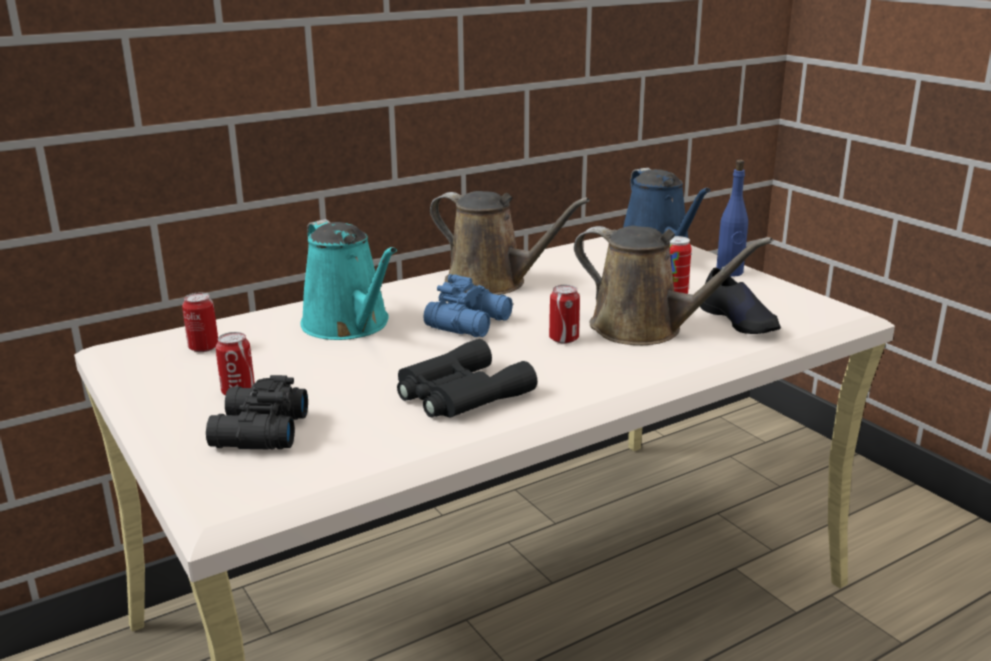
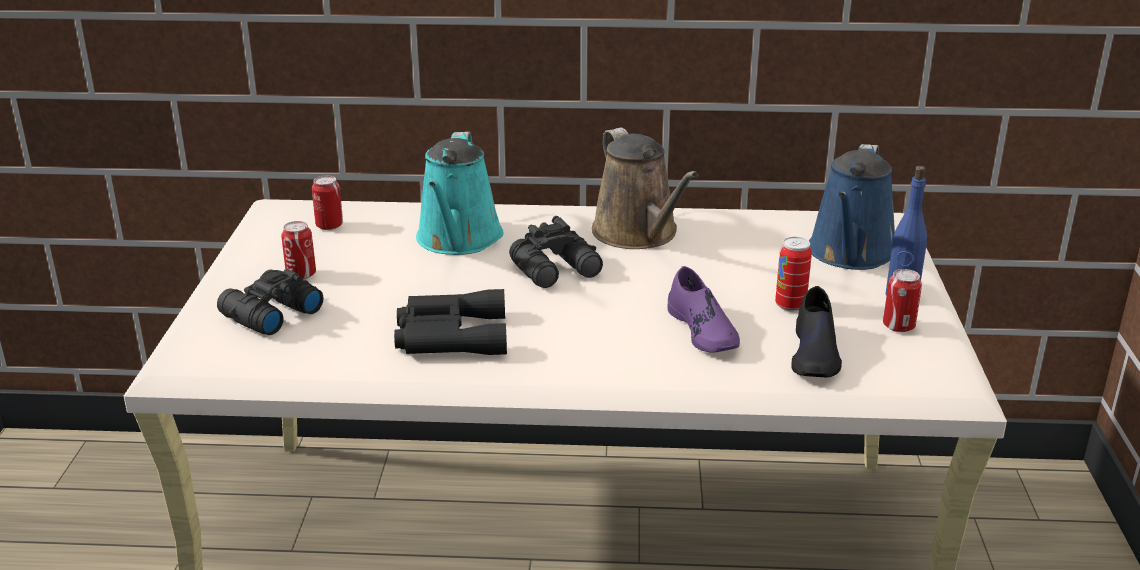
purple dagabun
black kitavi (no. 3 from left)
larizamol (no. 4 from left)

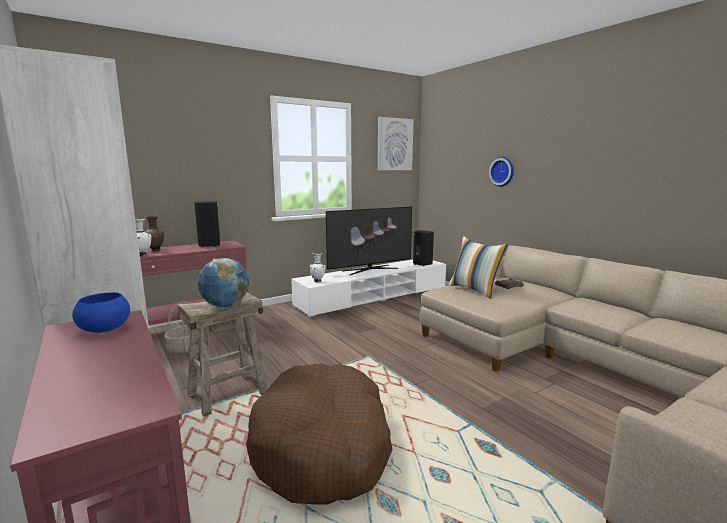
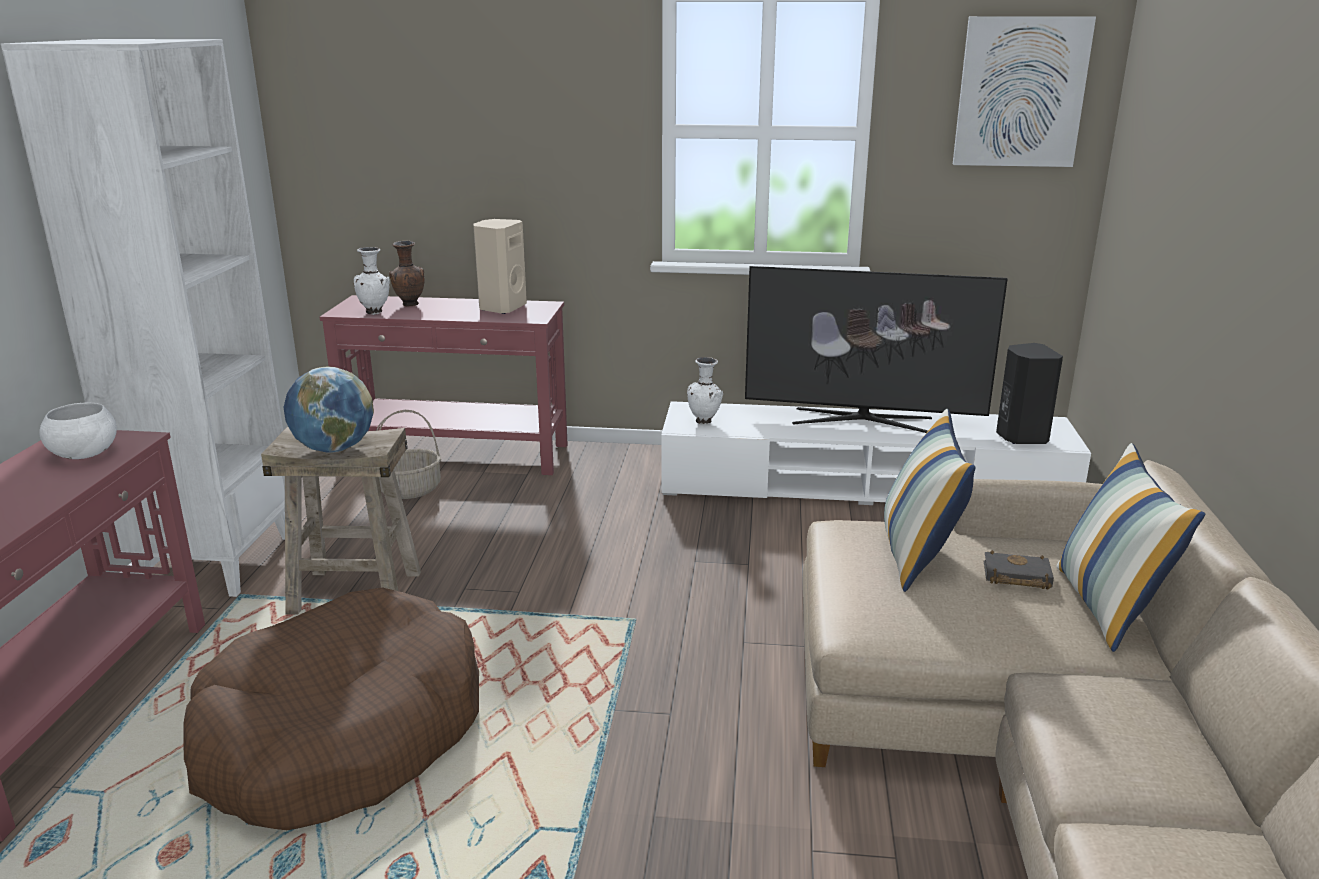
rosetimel
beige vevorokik
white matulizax
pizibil (no. 2 from left)

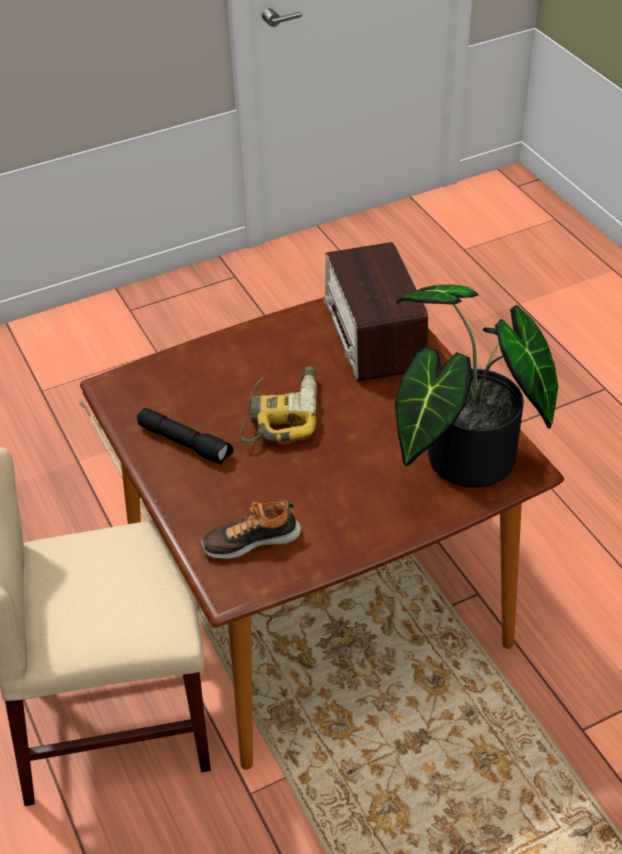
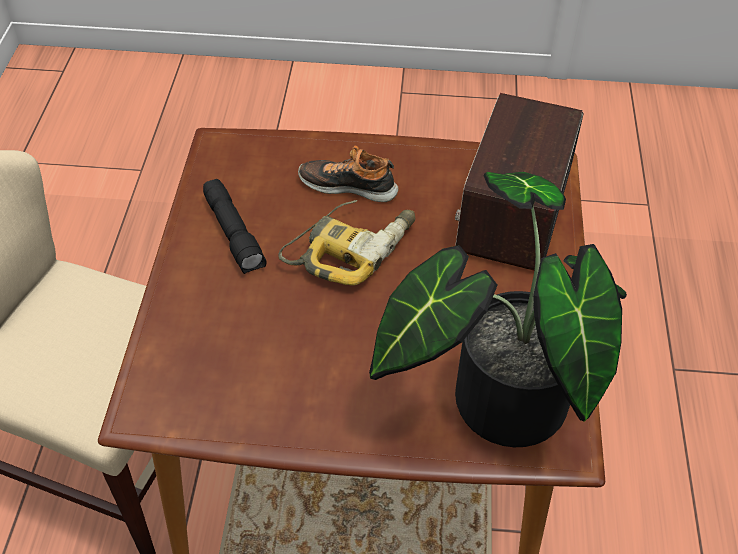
dagabun

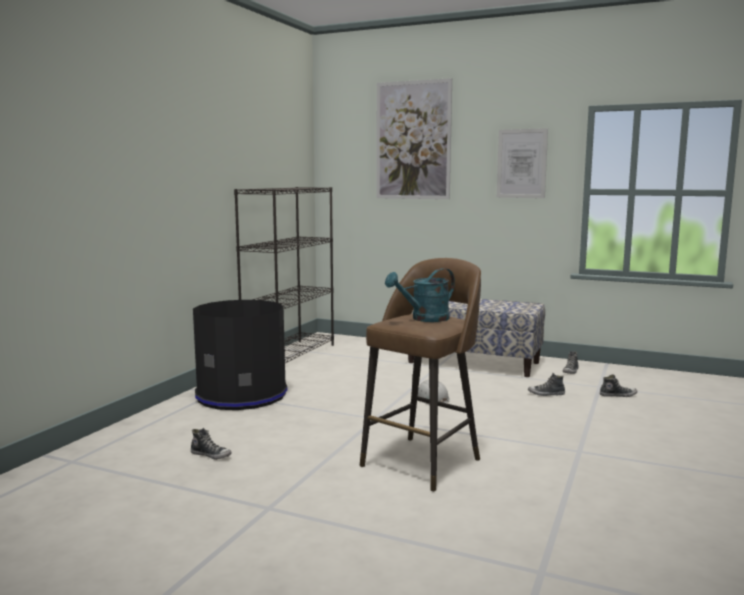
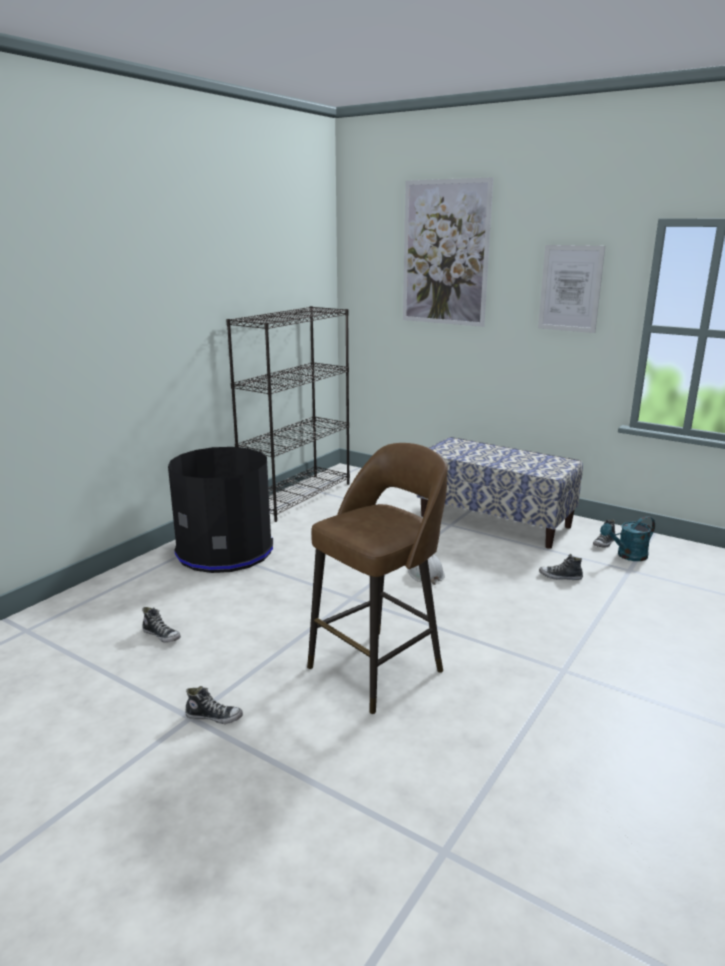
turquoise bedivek
dagabun (no. 2 from left)

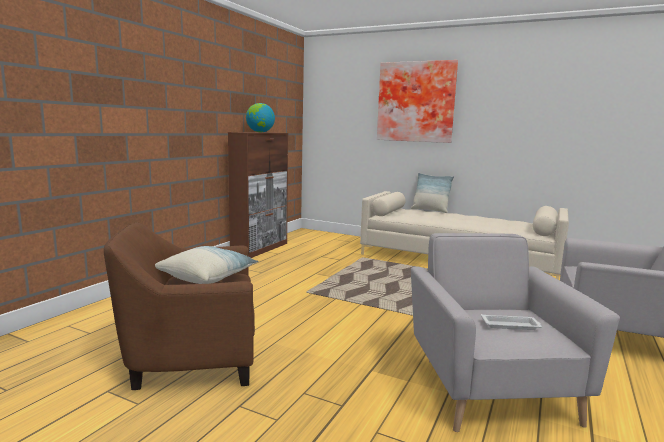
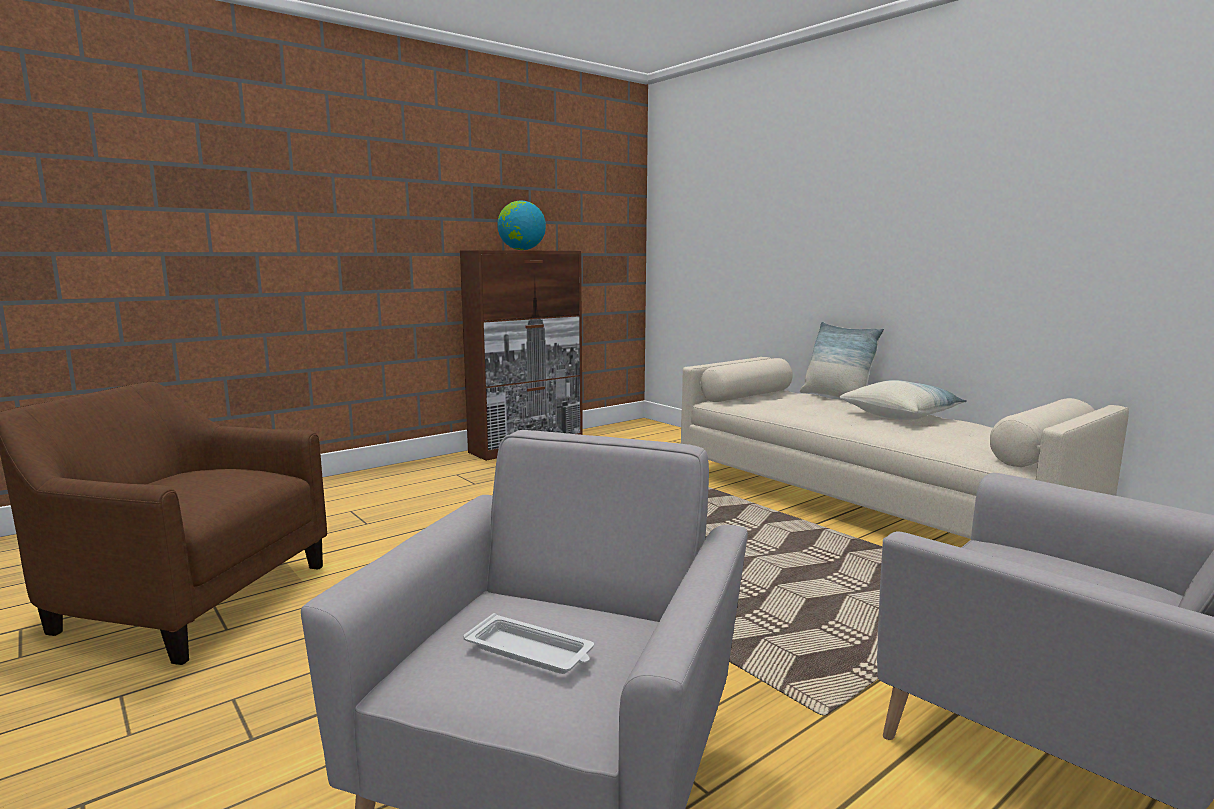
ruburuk
pizibil (no. 2 from left)

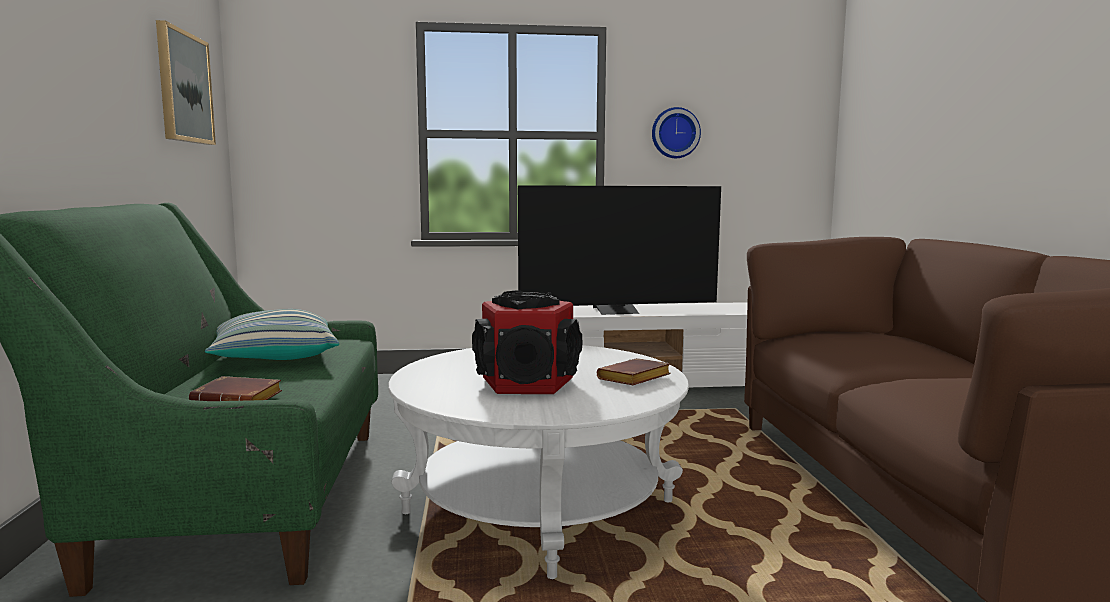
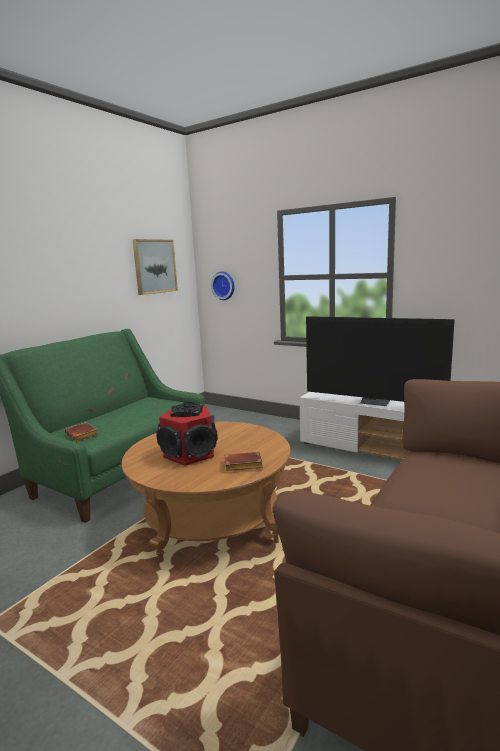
rosetimel
pizibil
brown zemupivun

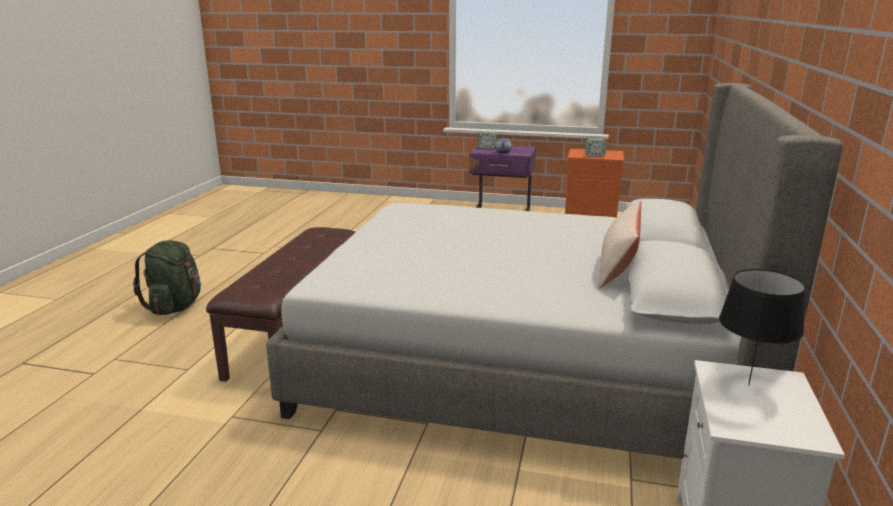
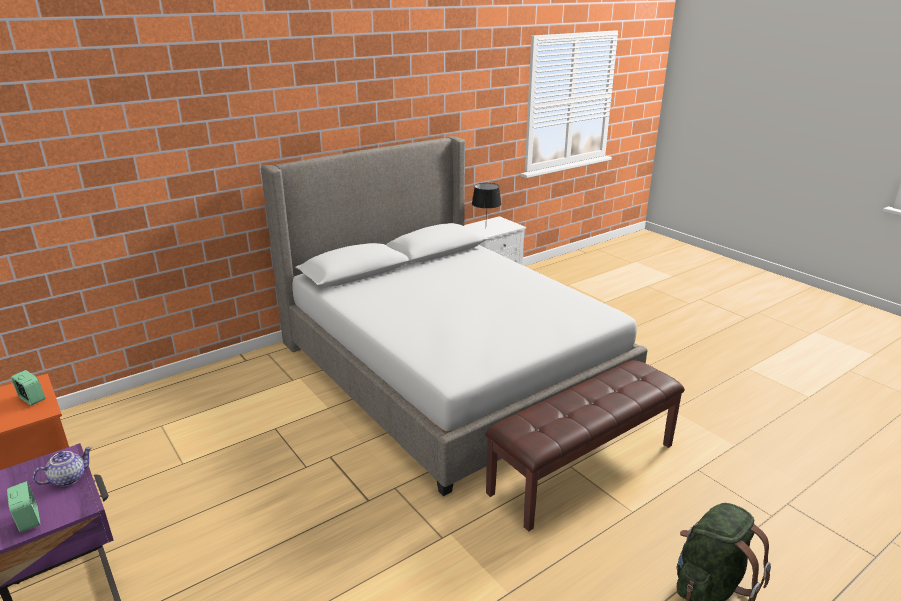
beige pizibil

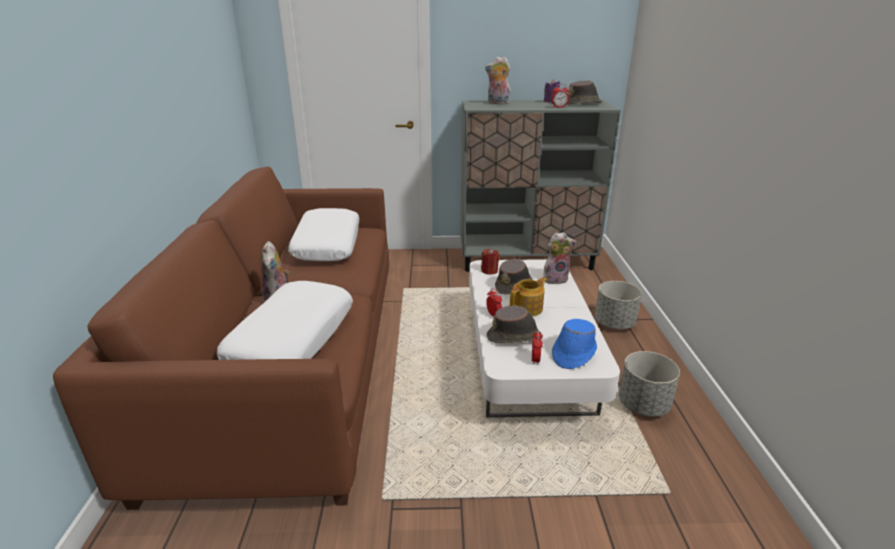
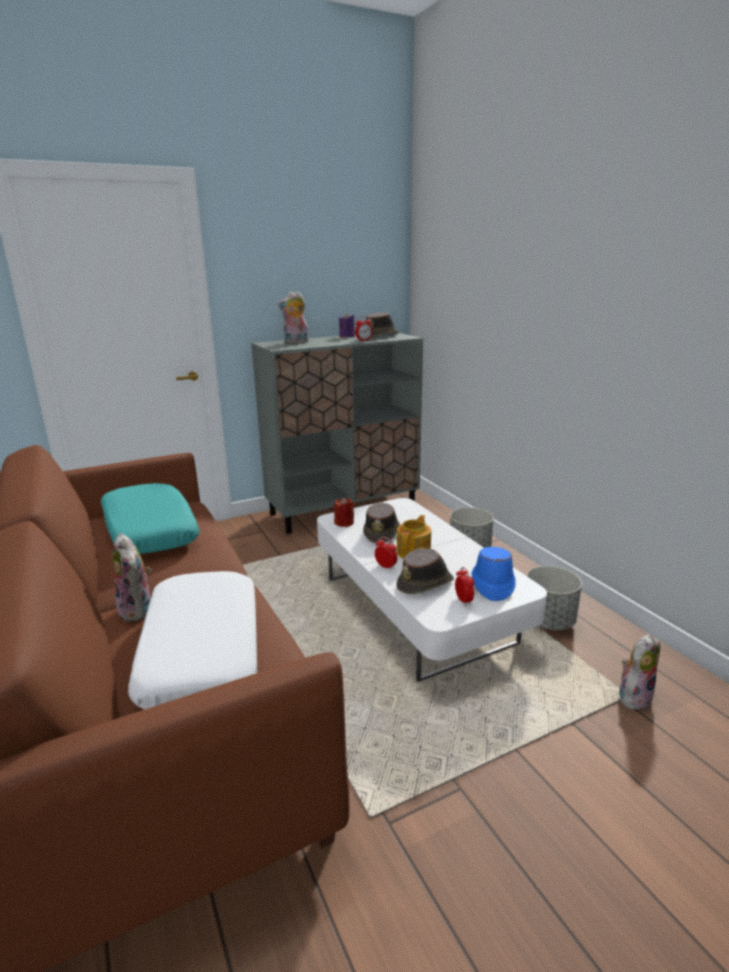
turquoise pizibil
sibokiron (no. 3 from left)

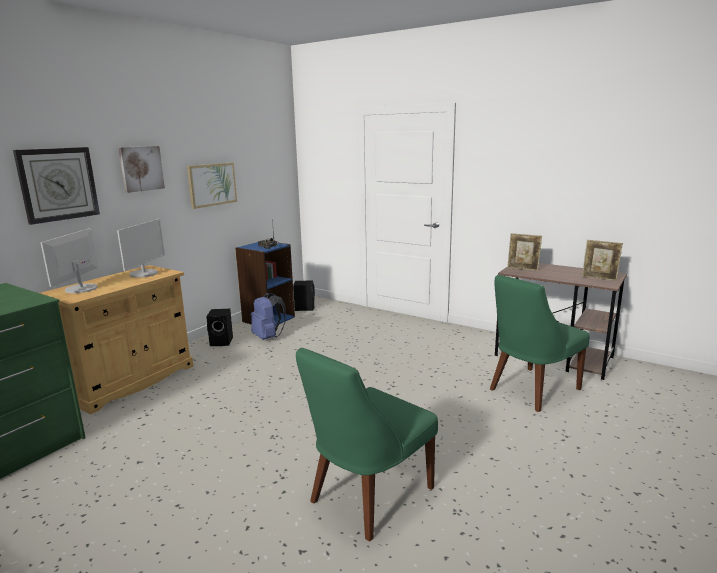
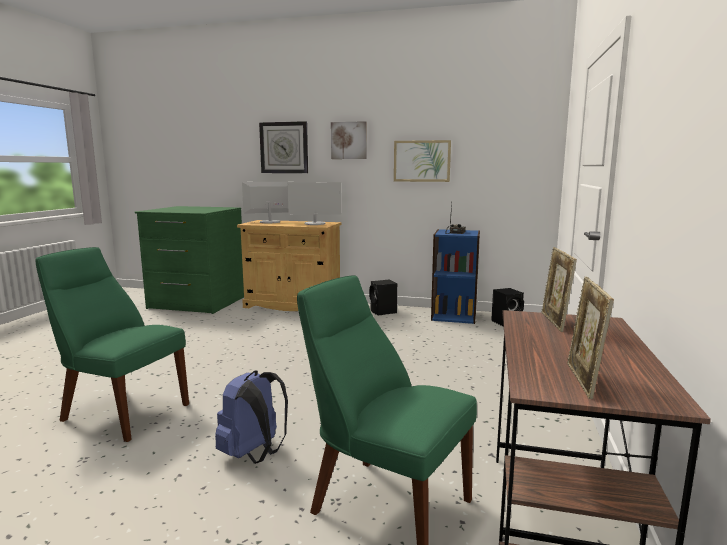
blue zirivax

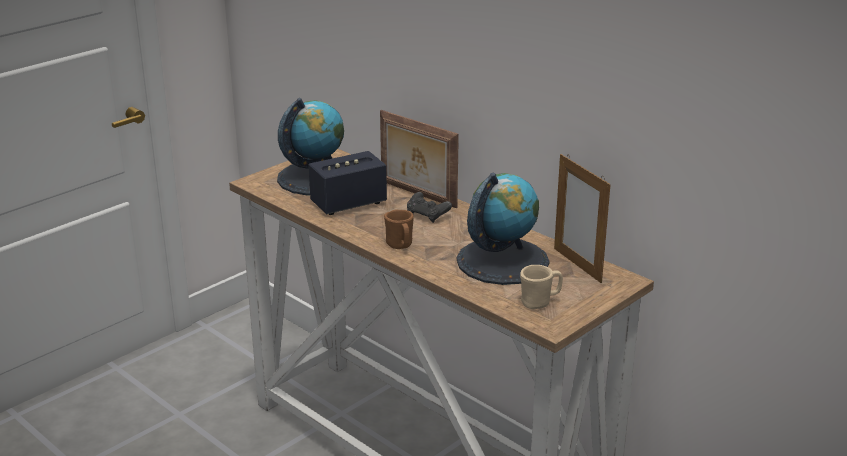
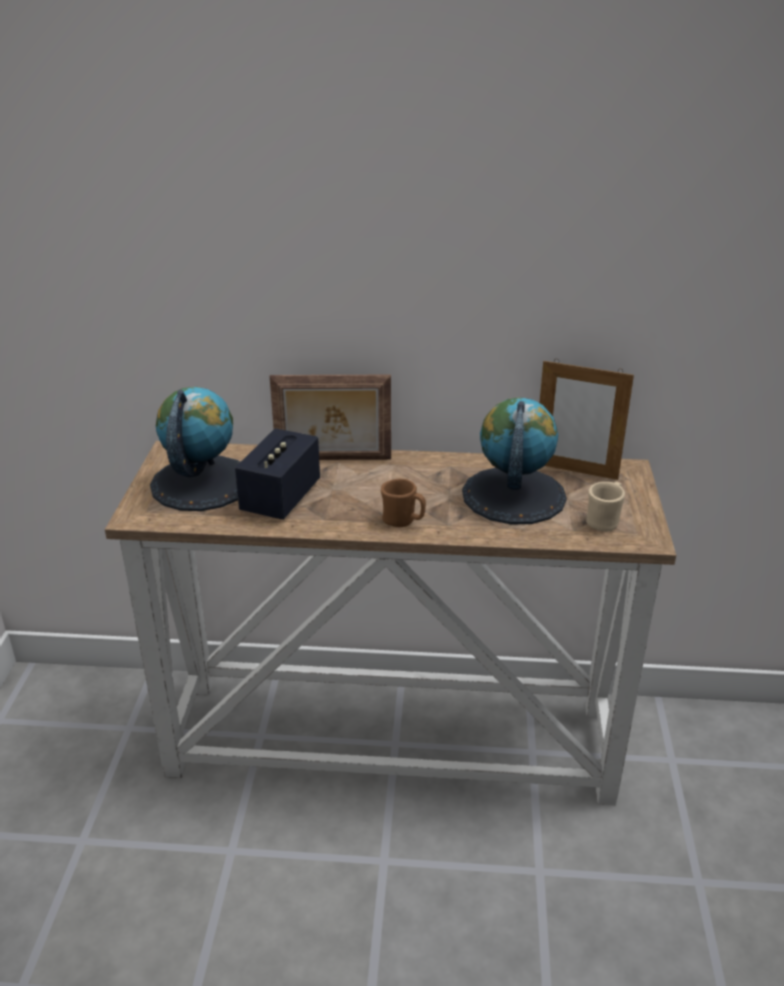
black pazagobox

